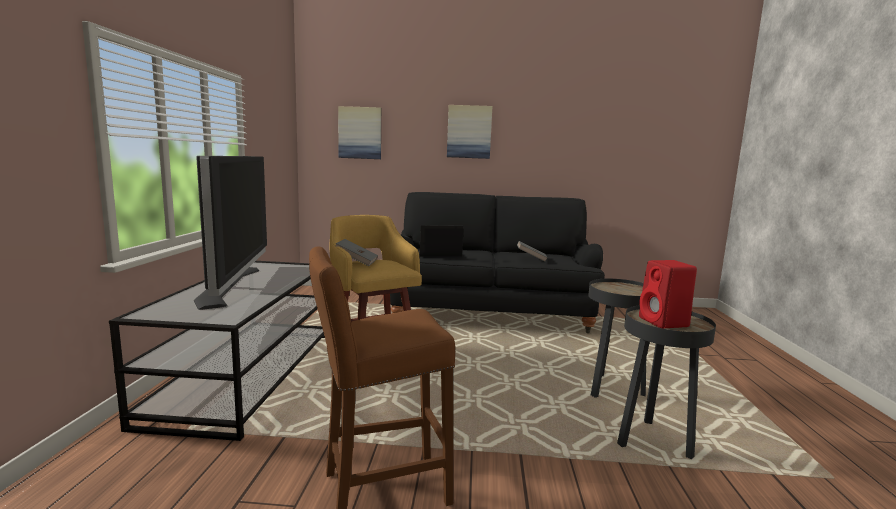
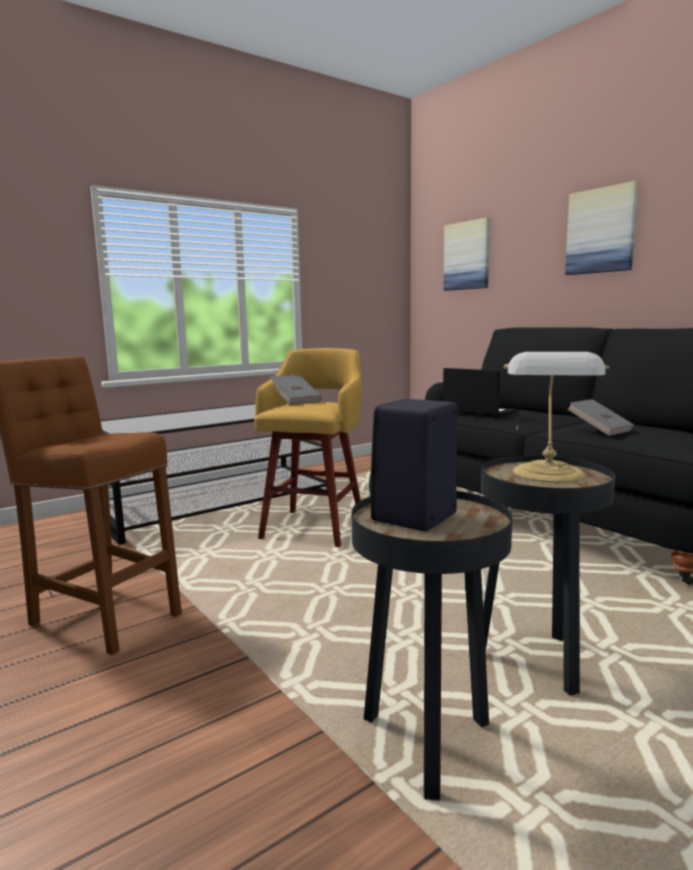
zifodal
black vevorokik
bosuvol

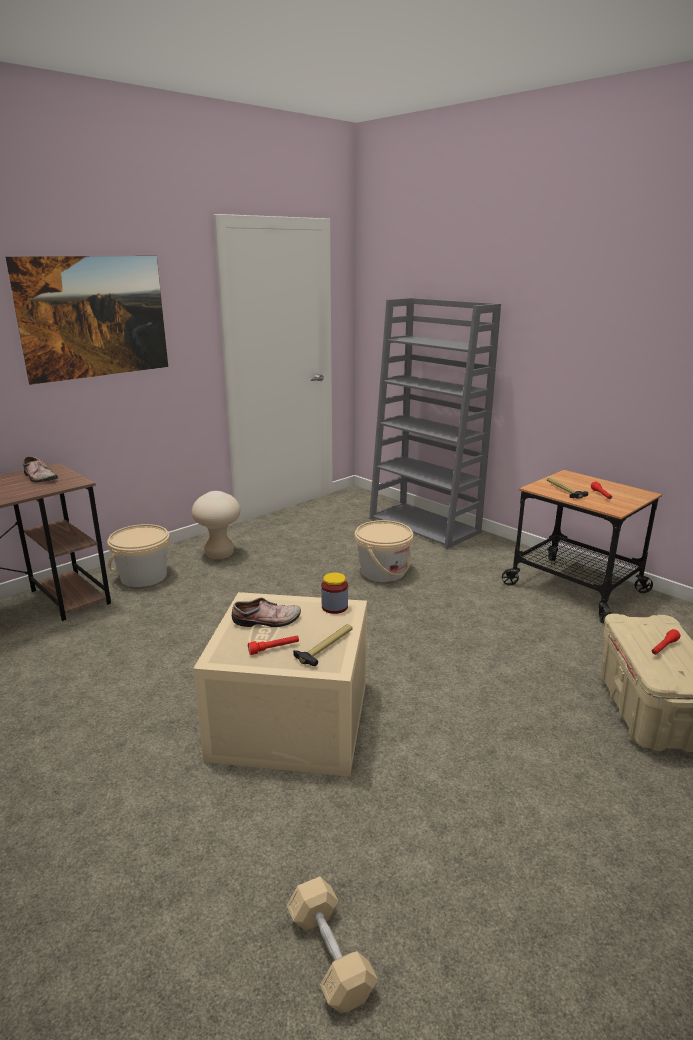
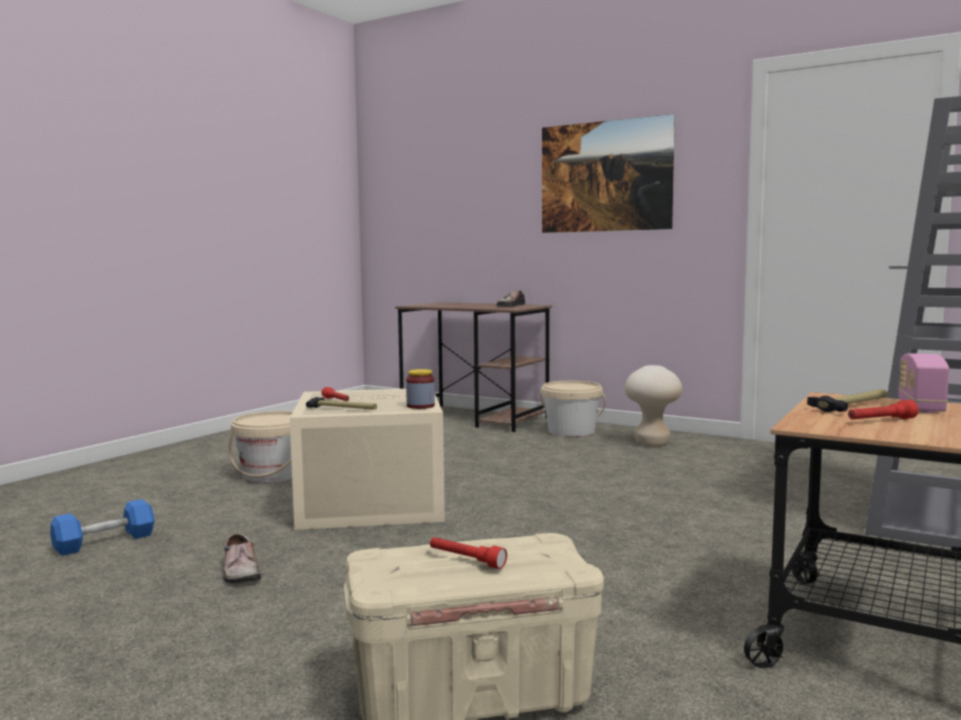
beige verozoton (no. 1 from left)
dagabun (no. 1 from left)
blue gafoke
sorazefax

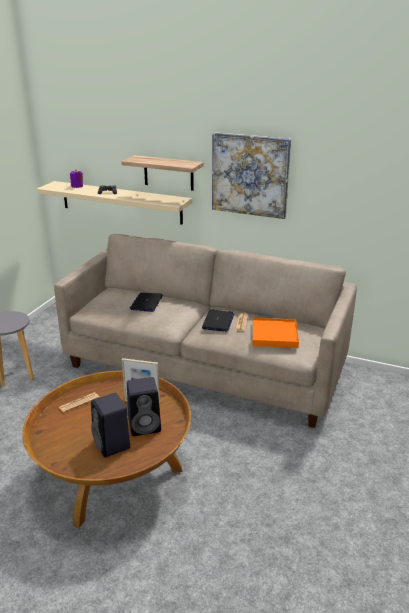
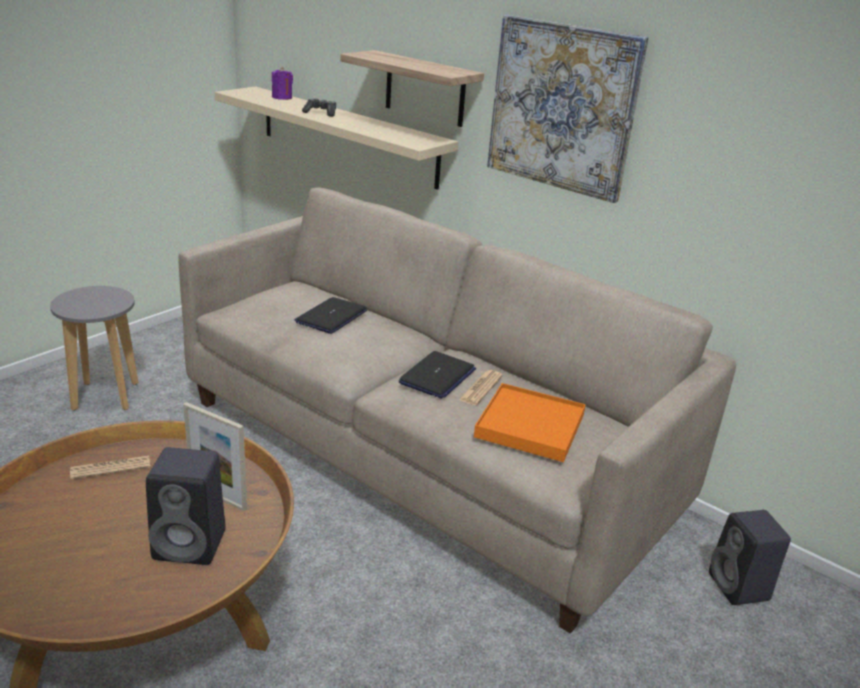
black vevorokik (no. 2 from left)

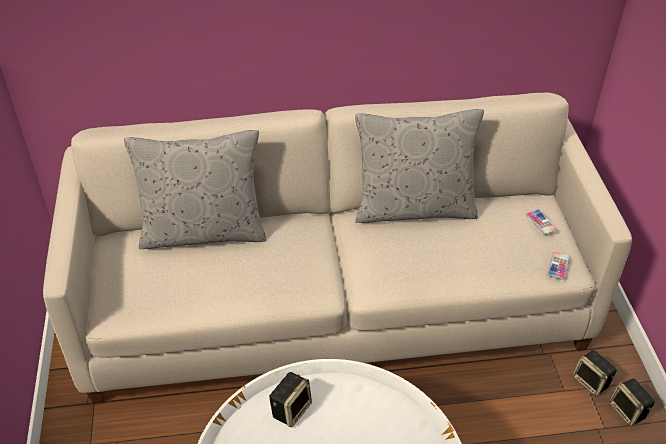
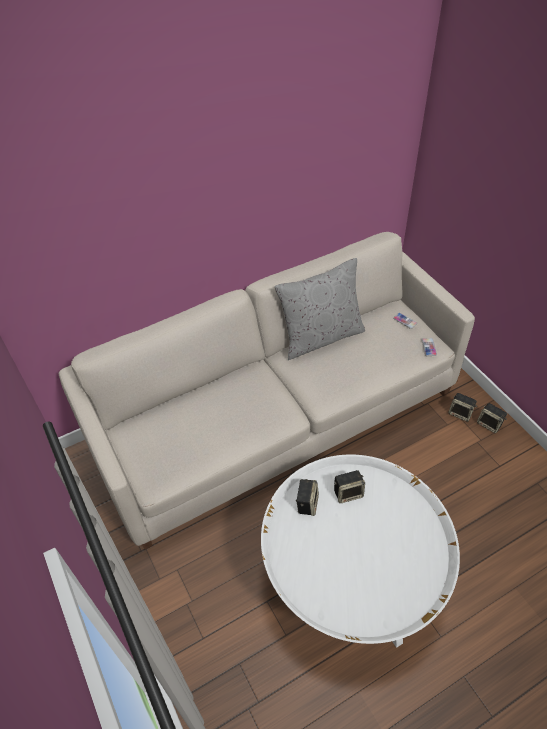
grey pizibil (no. 1 from left in the first image)
vevorokik (no. 2 from left)

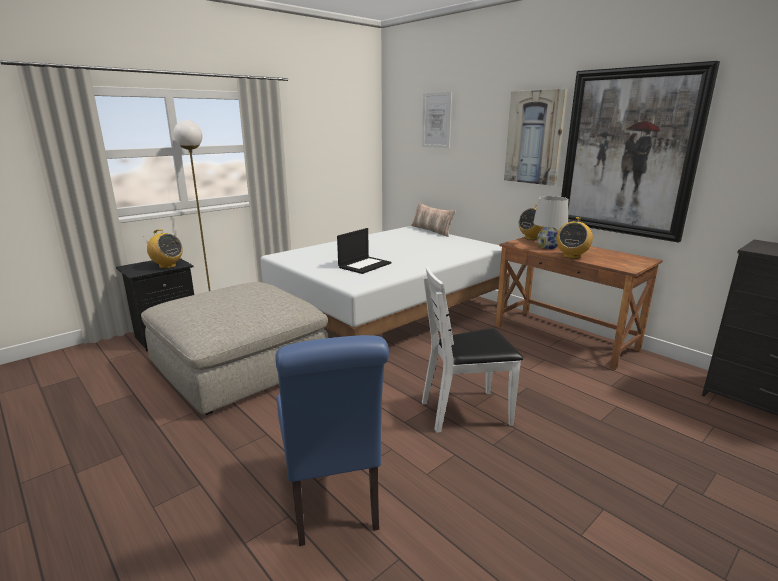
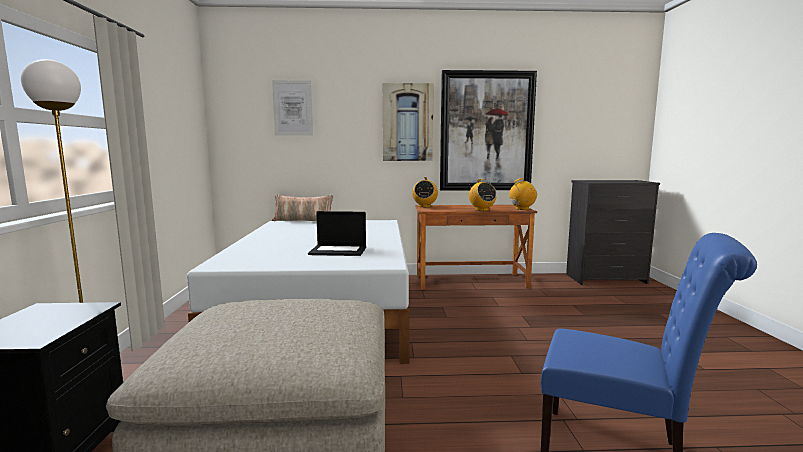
white bosuvol
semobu
sorazefax (no. 3 from left)
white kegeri

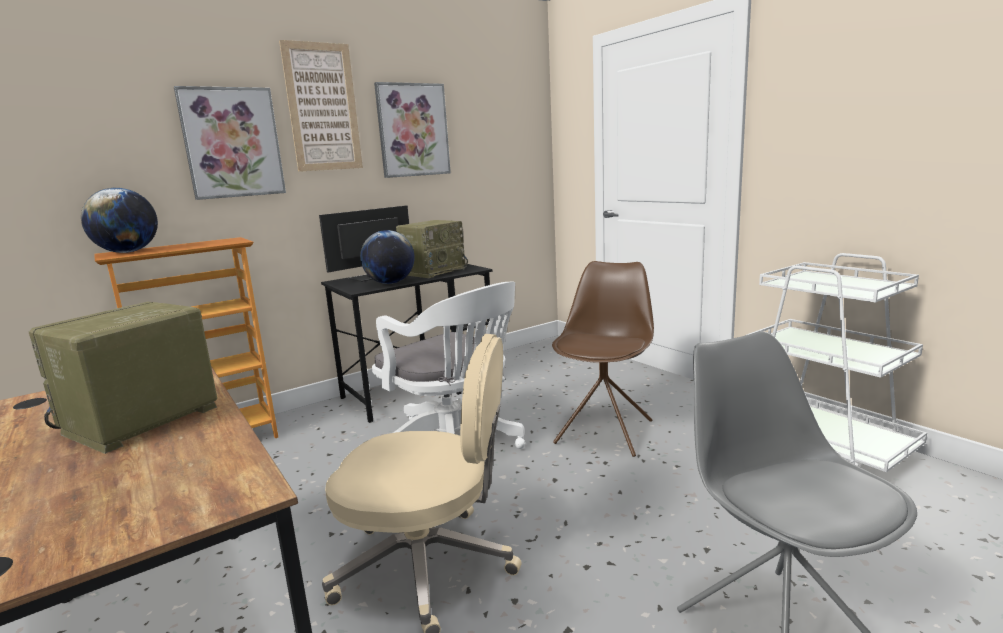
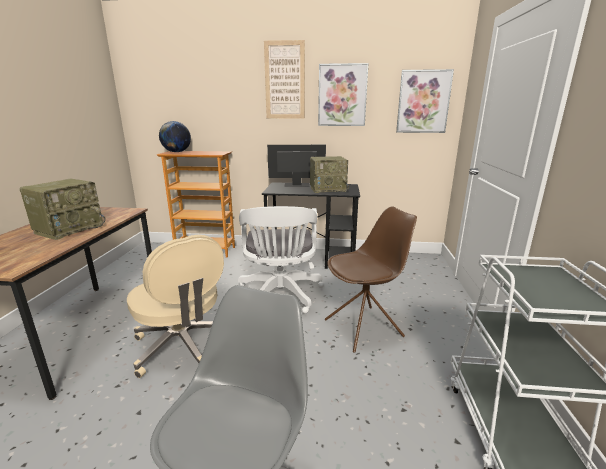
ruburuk (no. 3 from left)
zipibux (no. 2 from left in the first image)
sorazefax (no. 1 from left)

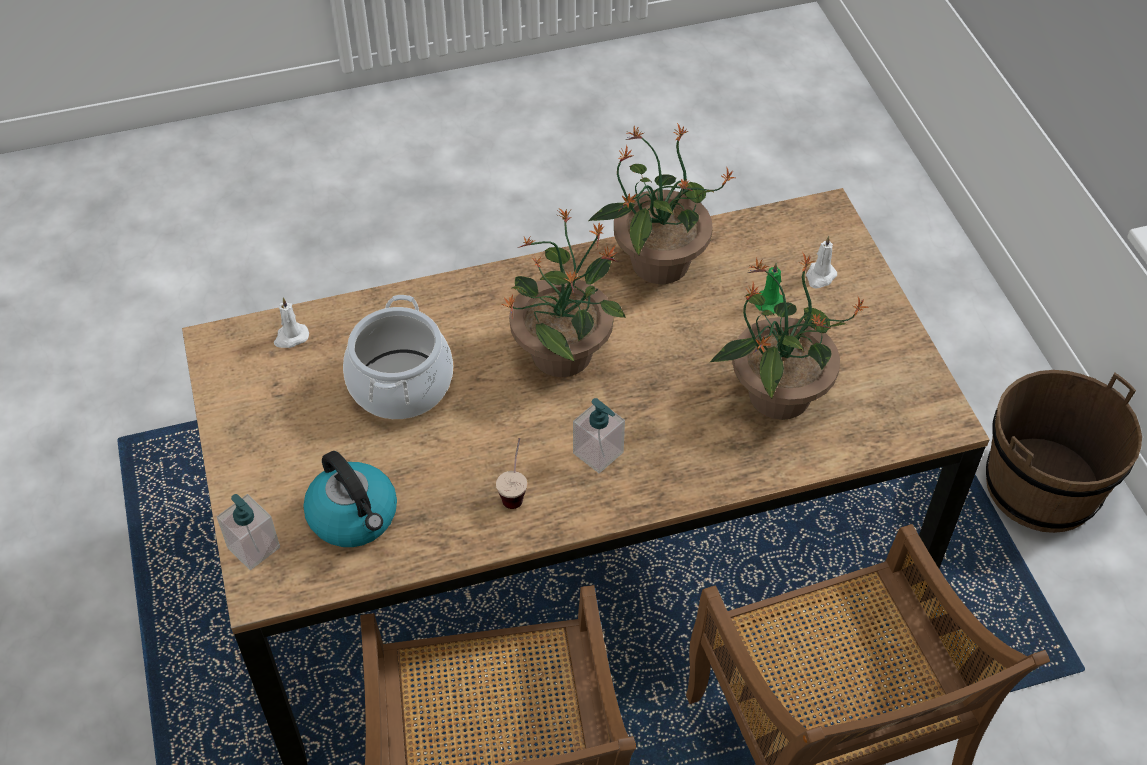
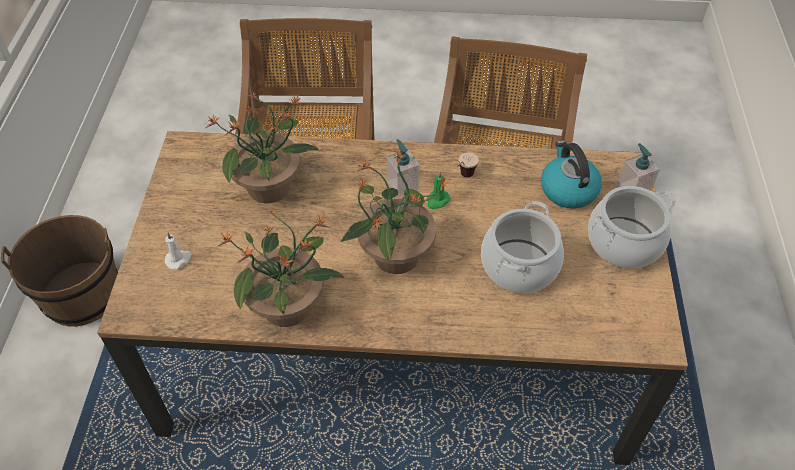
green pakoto
white pakoto (no. 1 from left in the first image)
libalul (no. 2 from left)

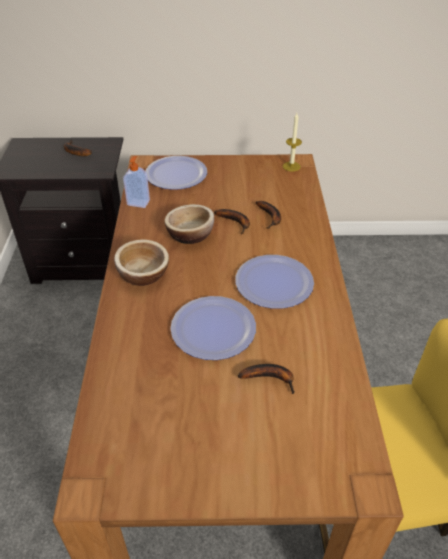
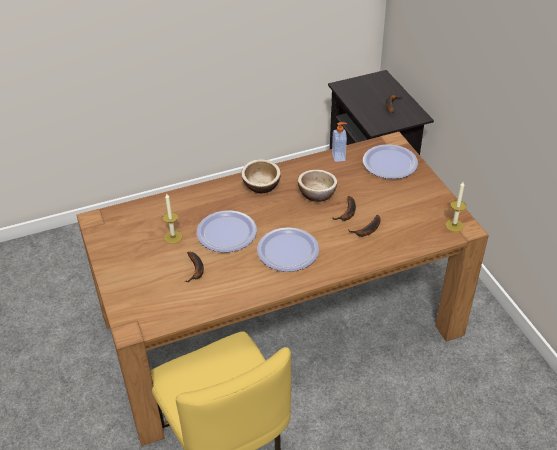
pakoto (no. 1 from left)

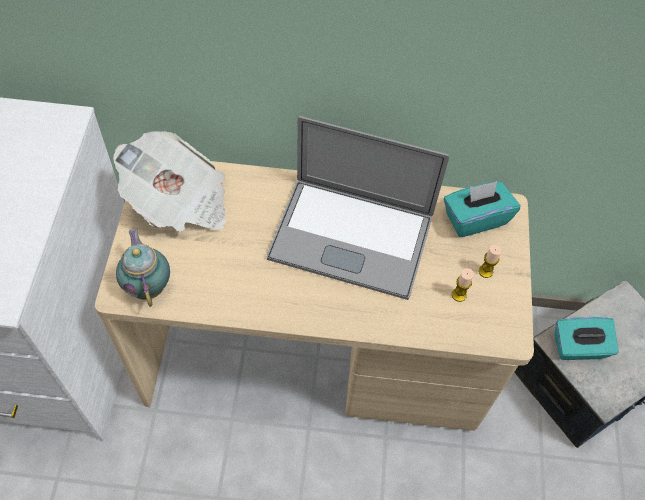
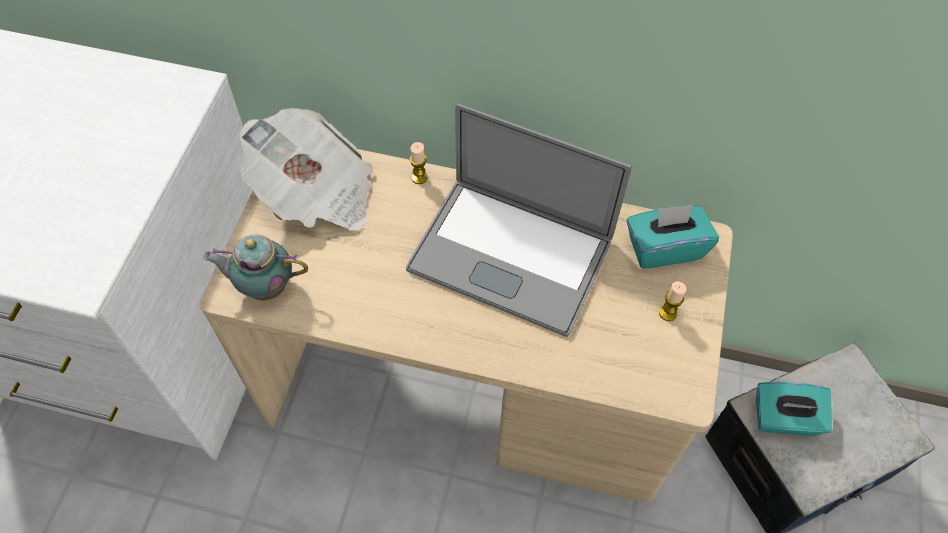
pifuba
pakoto (no. 1 from left)

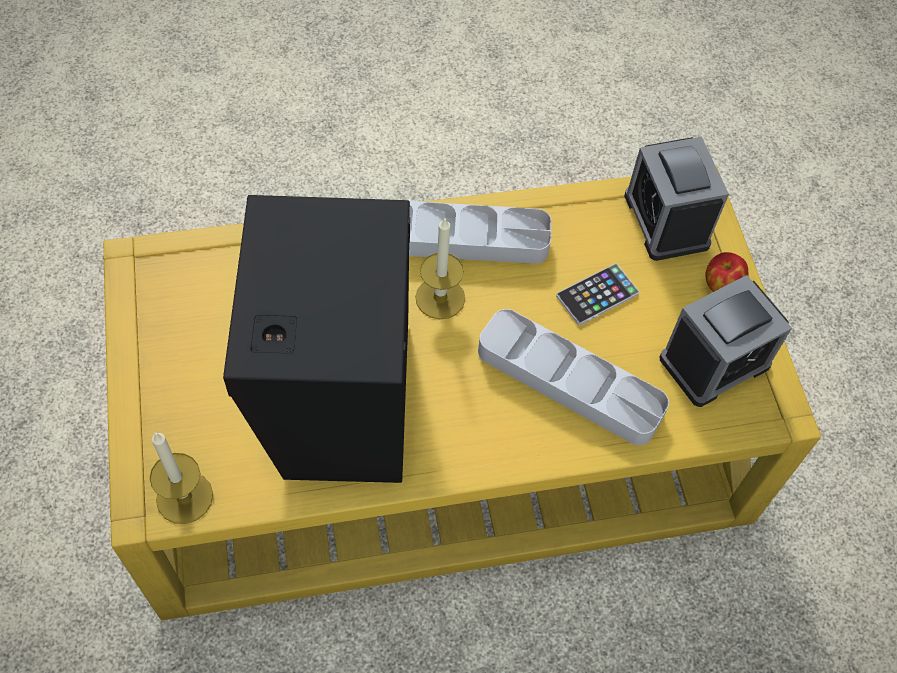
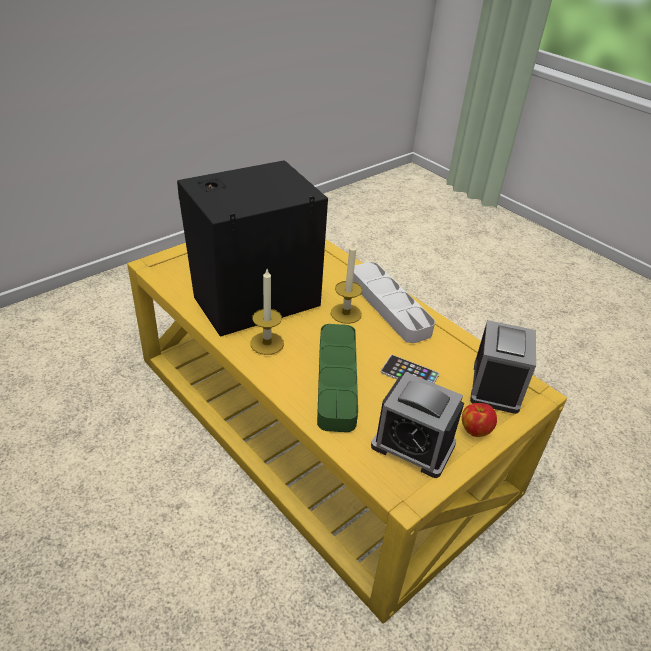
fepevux (no. 2 from left)
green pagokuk
pakoto (no. 1 from left)

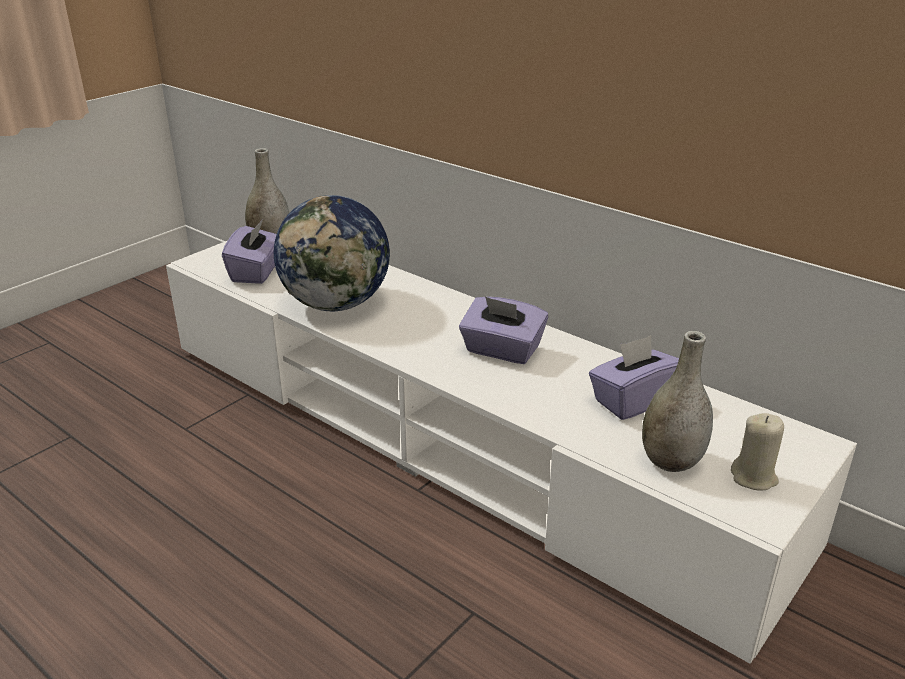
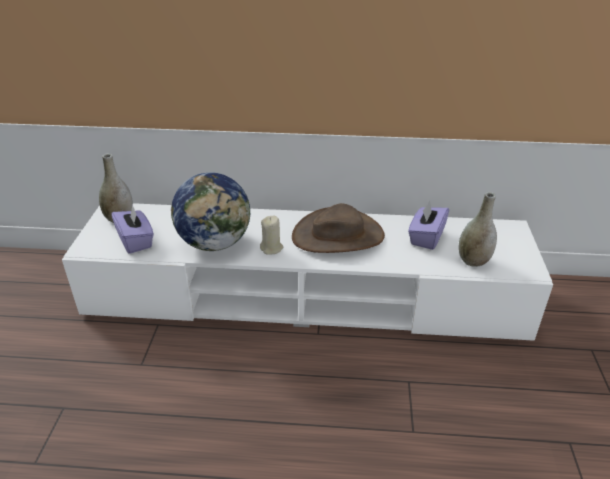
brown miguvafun
beige pakoto

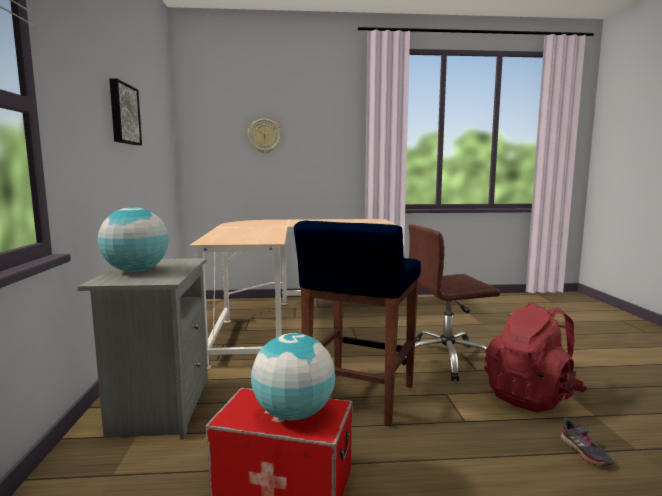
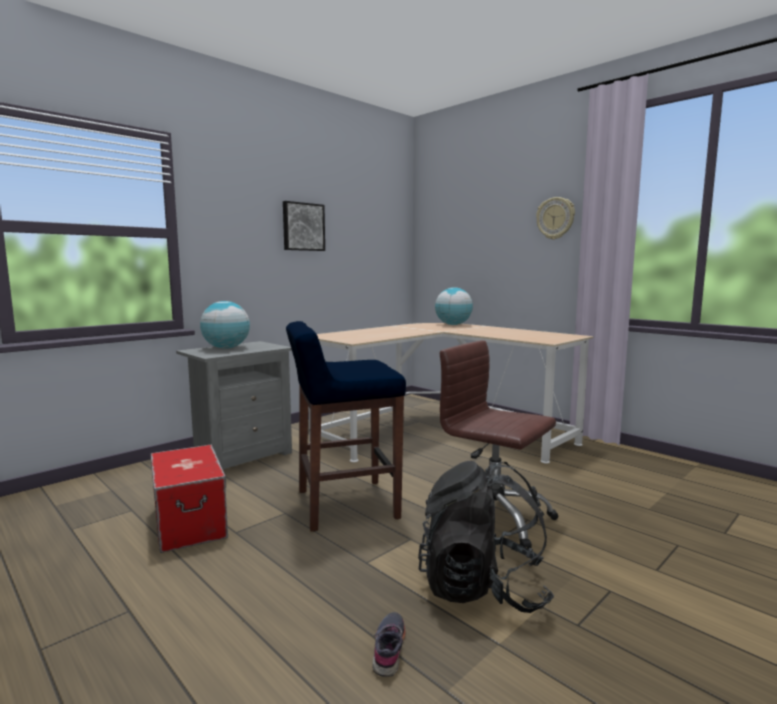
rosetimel
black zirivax
zipibux (no. 2 from left)
grey dagabun

